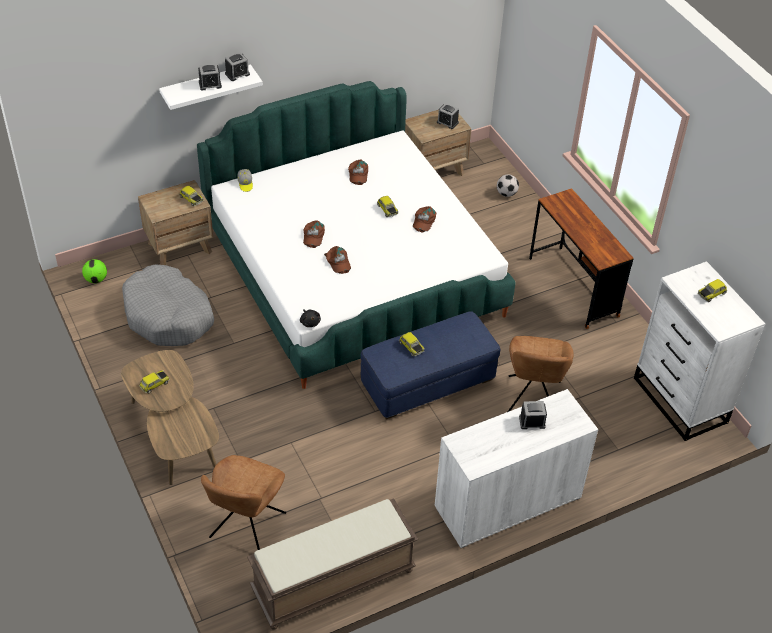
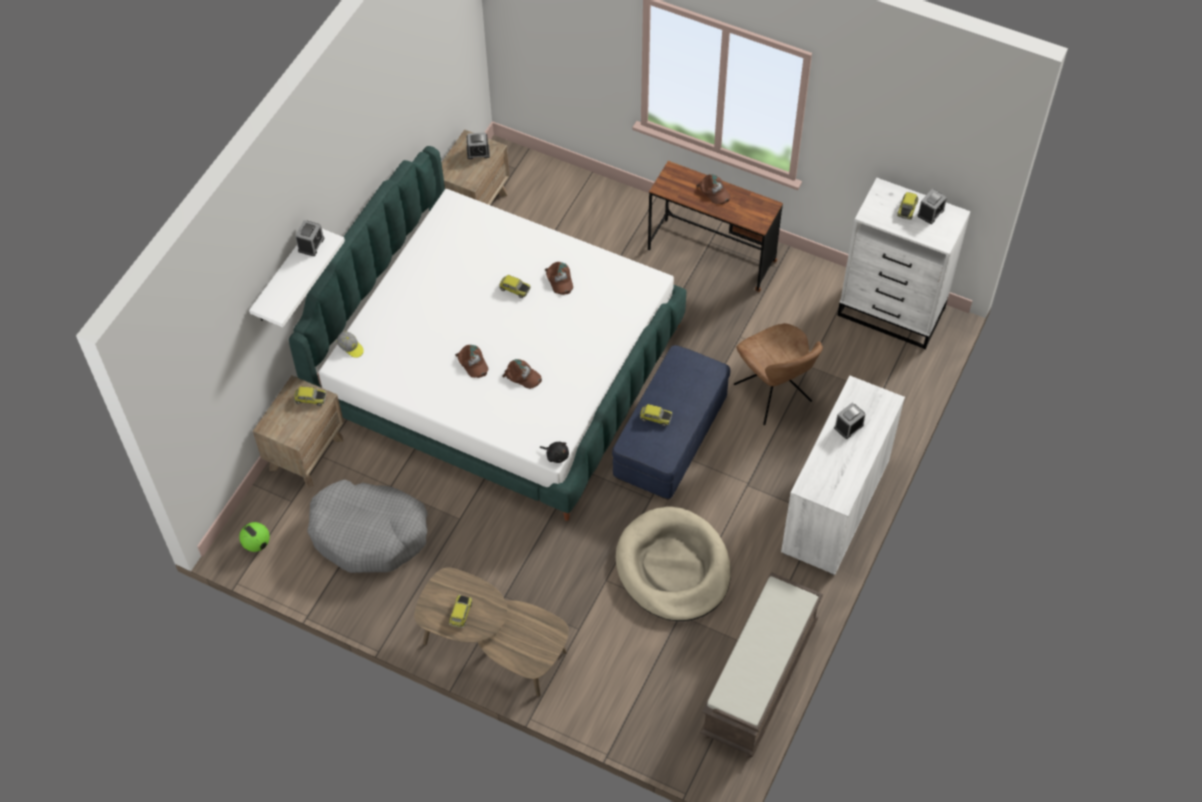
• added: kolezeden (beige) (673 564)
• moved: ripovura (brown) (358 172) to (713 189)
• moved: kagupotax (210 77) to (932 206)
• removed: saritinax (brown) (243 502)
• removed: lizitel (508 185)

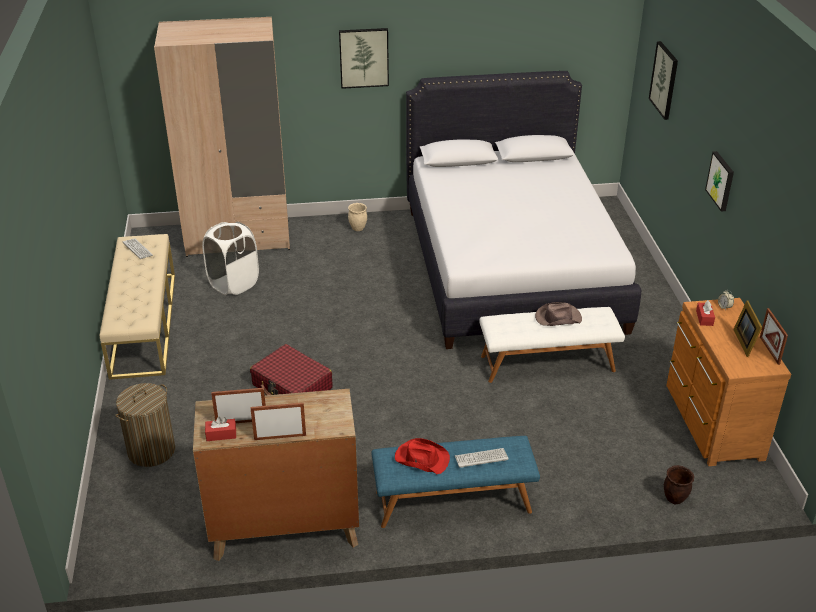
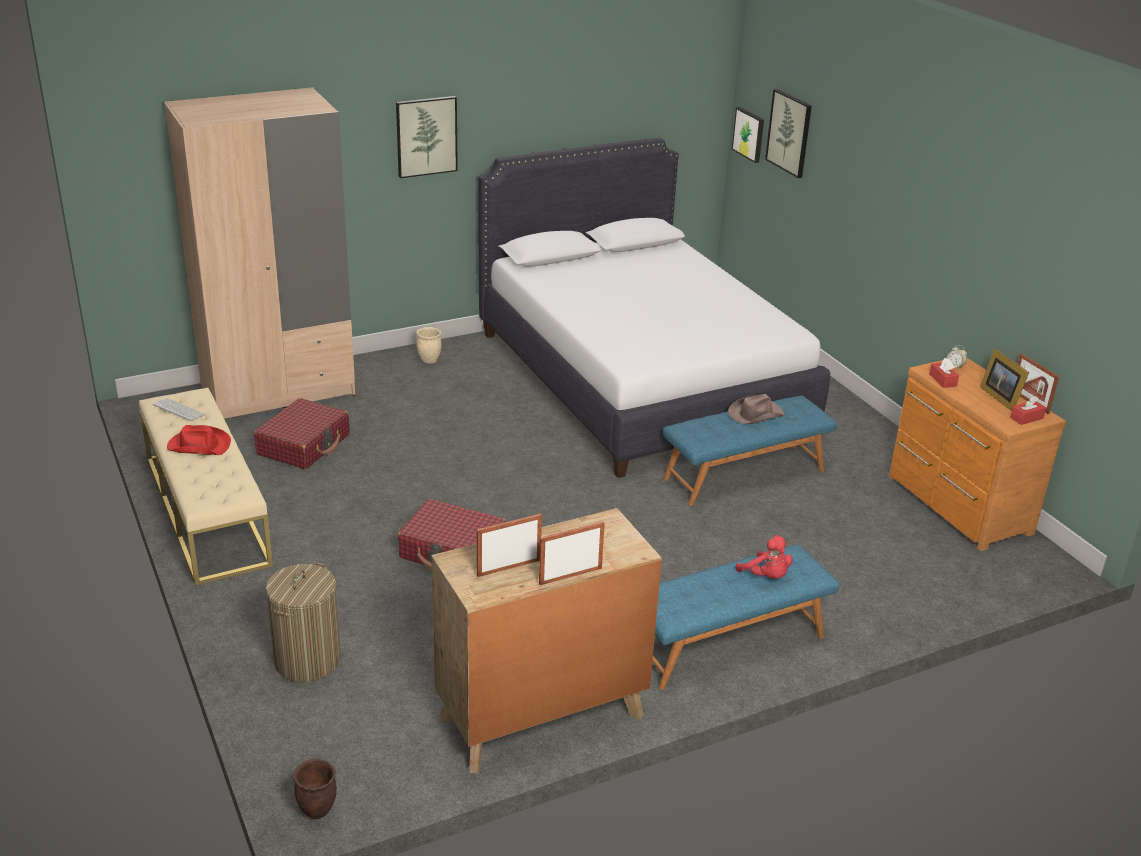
• moved: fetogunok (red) (422 456) to (199 440)
• replaced: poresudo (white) (230 258) to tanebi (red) (301 433)
• moved: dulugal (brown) (679 484) to (315 789)
• recoloured: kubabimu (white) (552 345) to kubabimu (blue) (750 451)
• moved: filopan (719 181) to (748 135)
• replaced: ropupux (481 457) to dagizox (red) (764 557)
• moved: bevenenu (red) (220 429) to (1028 410)

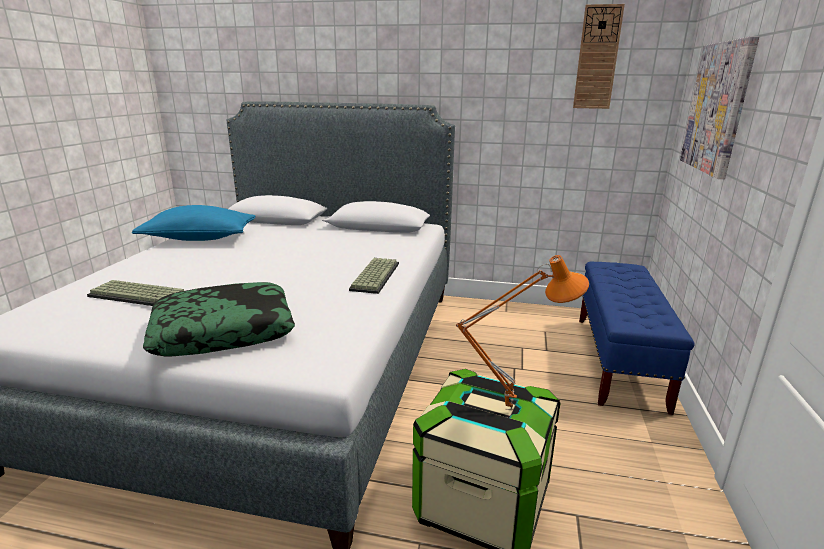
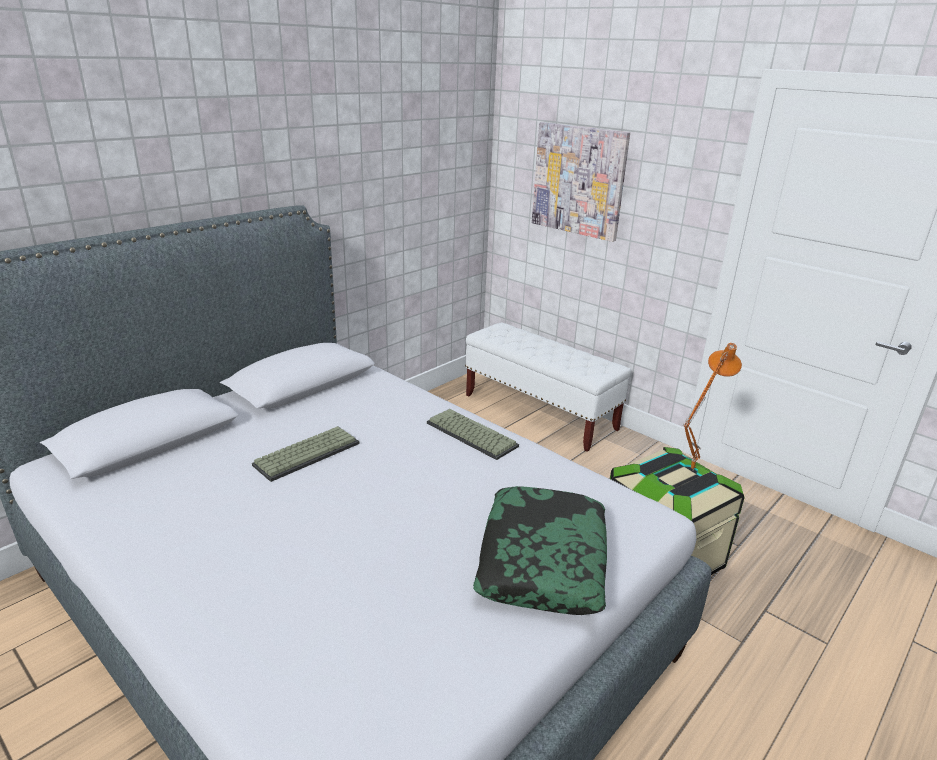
• moved: ropupux (135 293) to (305 454)
• recoloured: kubabimu (blue) (637 338) to kubabimu (white) (548 387)
• removed: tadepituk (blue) (193 223)
• removed: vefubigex (599 56)

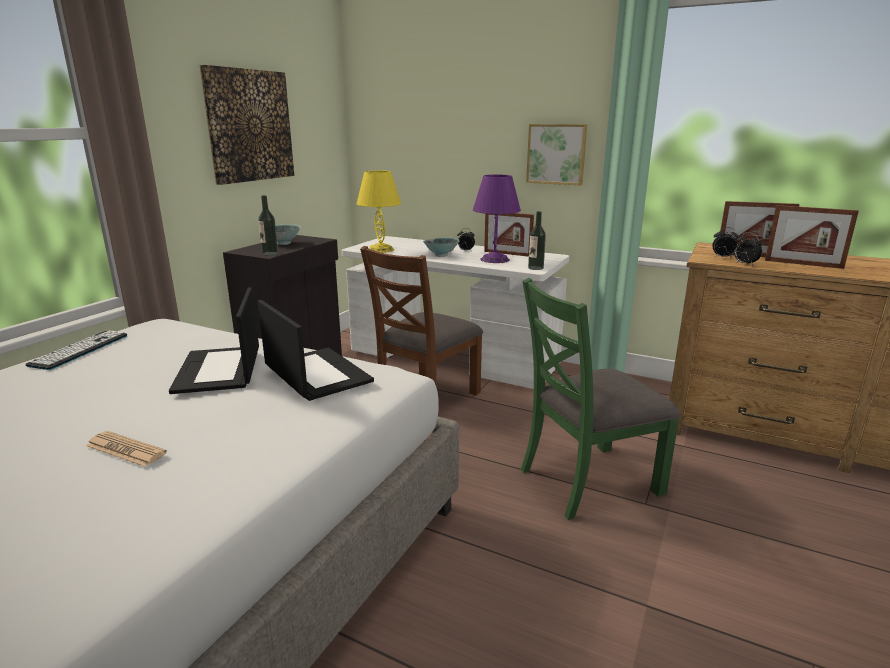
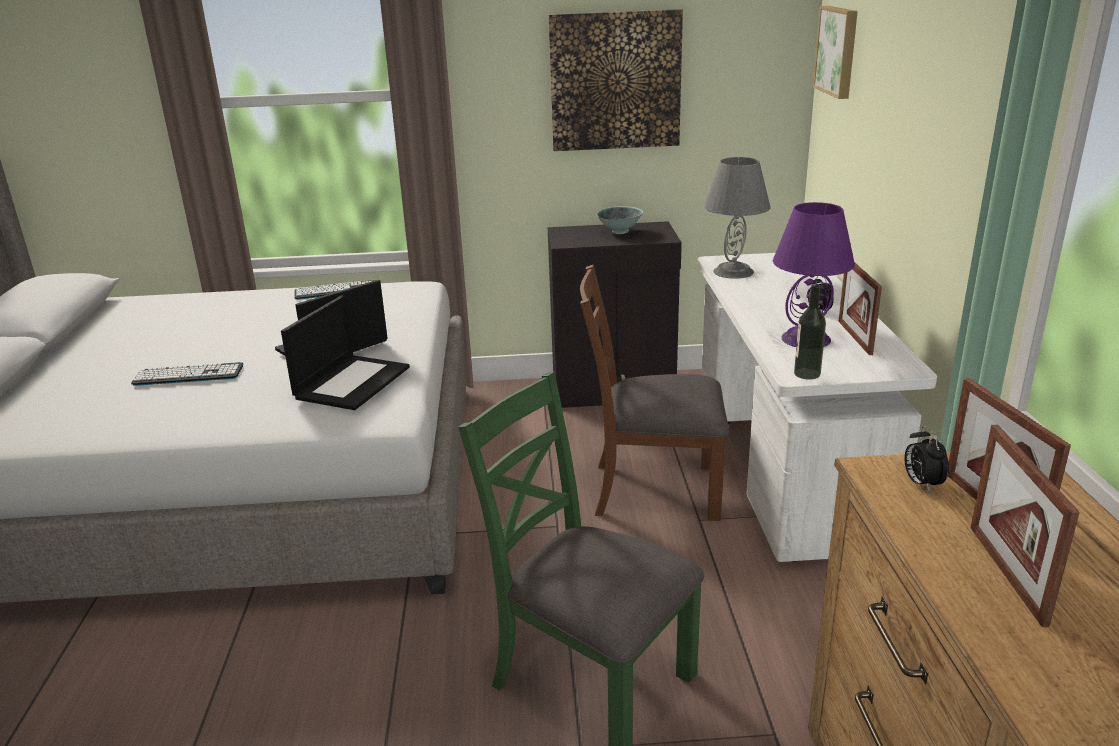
• replaced: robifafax (126 449) to ropupux (187 374)
• recoloured: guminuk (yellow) (379 211) to guminuk (grey) (737 218)
• moved: filopan (556 154) to (835 52)
• removed: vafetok (268 225)
• removed: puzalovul (441 247)
• removed: kagupotax (748 248)

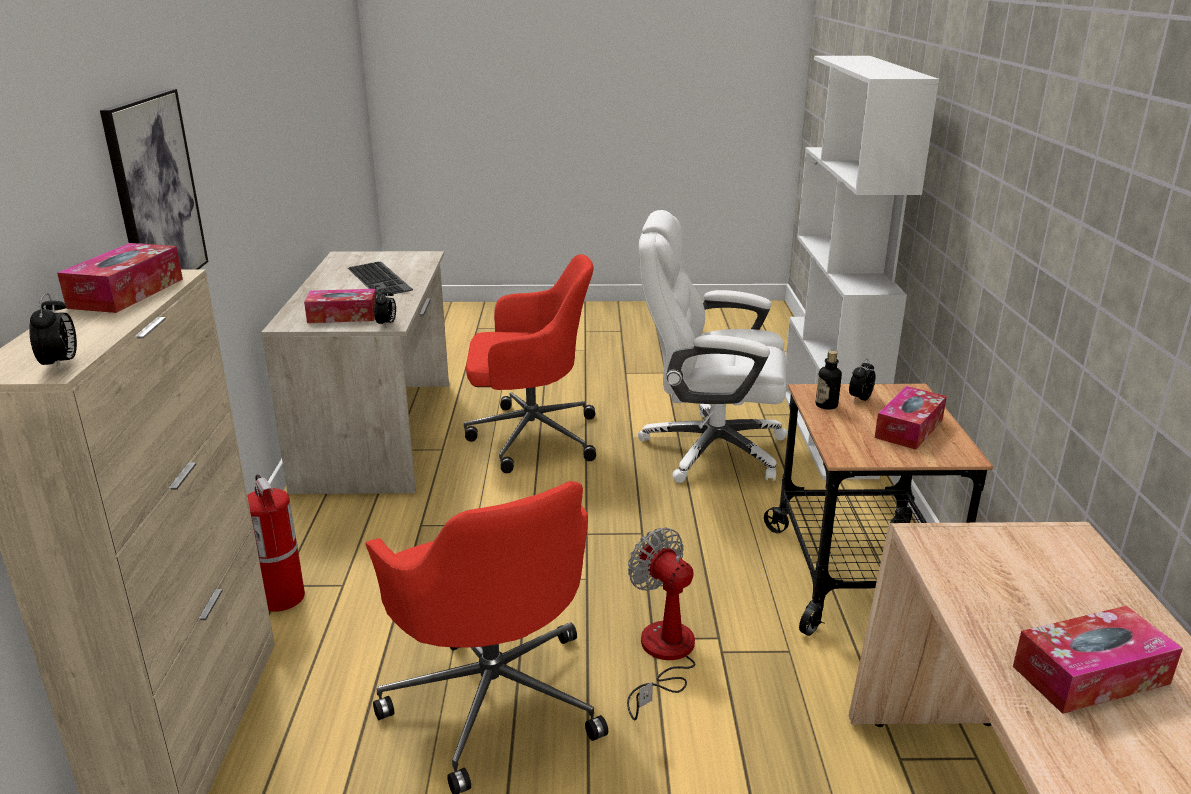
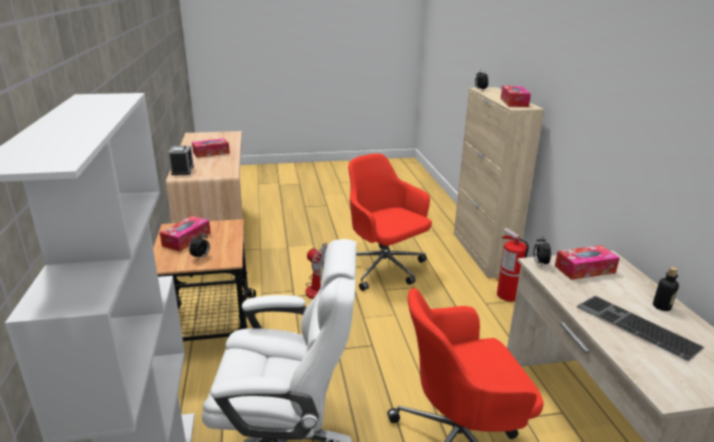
• added: kagupotax (181 160)
• moved: vafetok (829 380) to (666 289)
• removed: filopan (154 179)

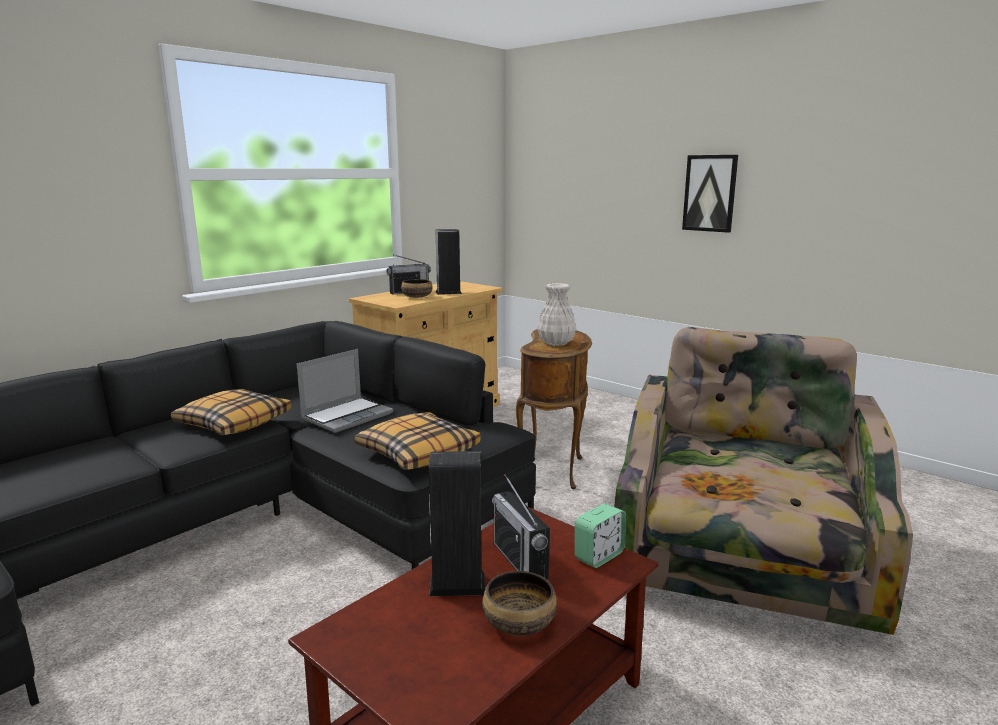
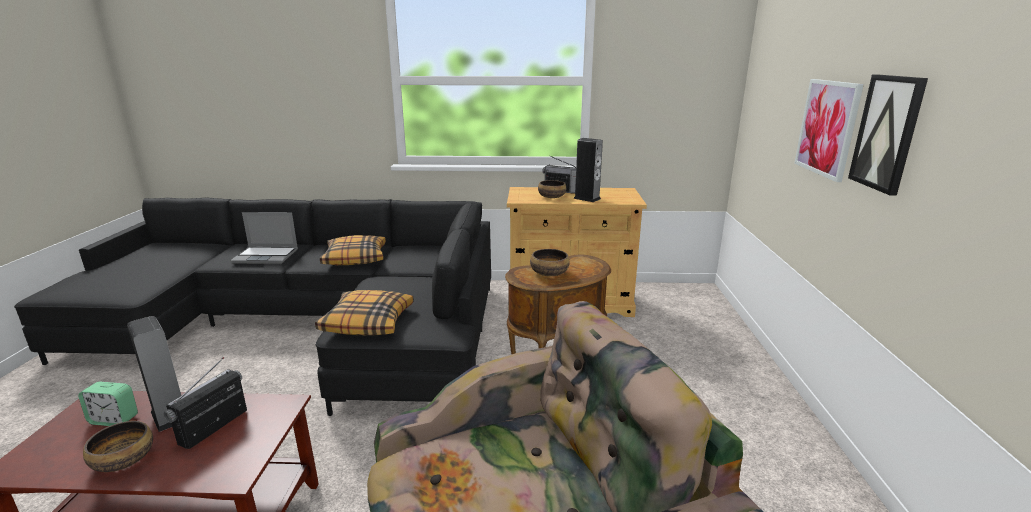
• moved: kagupotax (600 536) to (108 403)
• moved: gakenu (345 391) to (264 238)
• replaced: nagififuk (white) (556 314) to puzalovul (550 262)
• added: filopan (829 130)

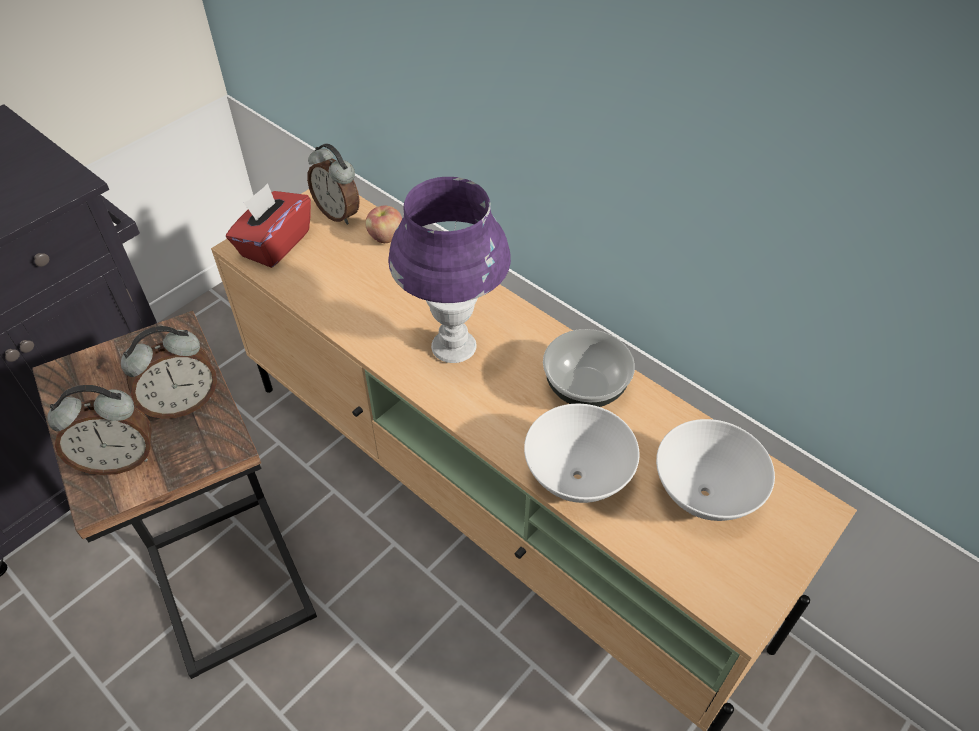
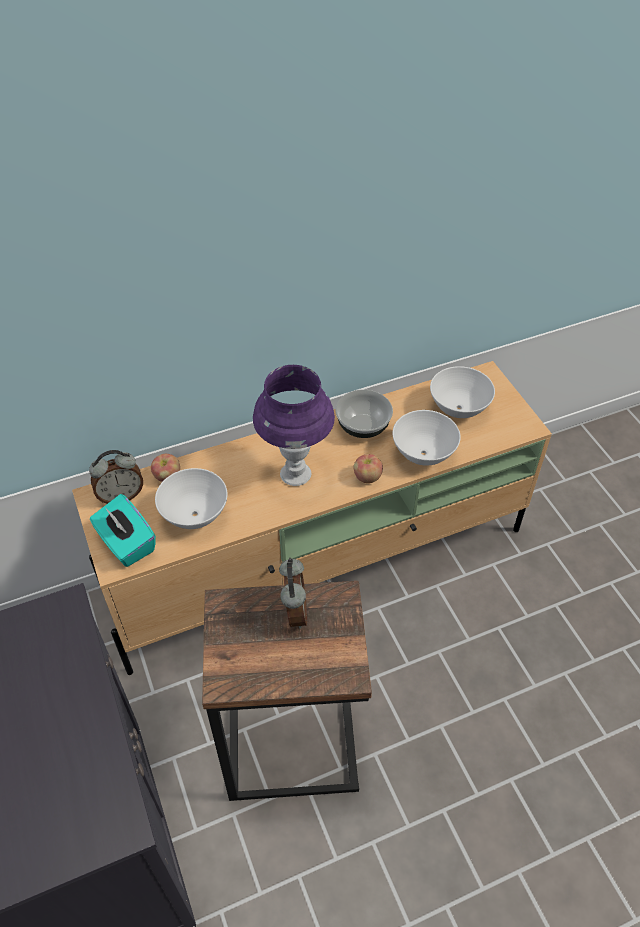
• recoloured: bevenenu (red) (268 225) to bevenenu (turquoise) (123 530)
• added: puzalovul (white) (191 498)
• added: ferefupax (368 468)
• removed: kagupotax (99 430)

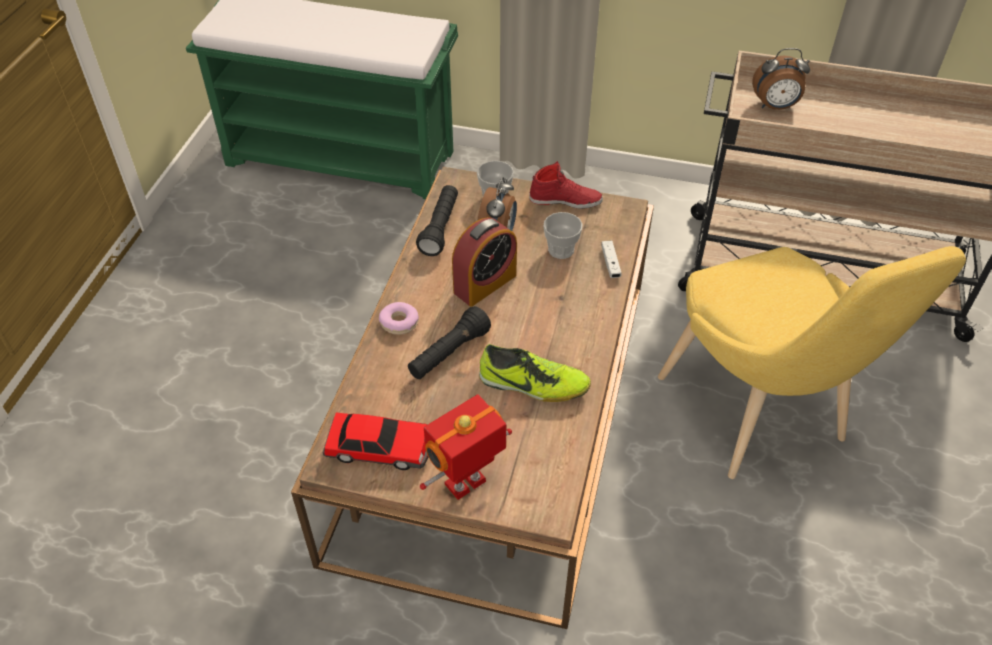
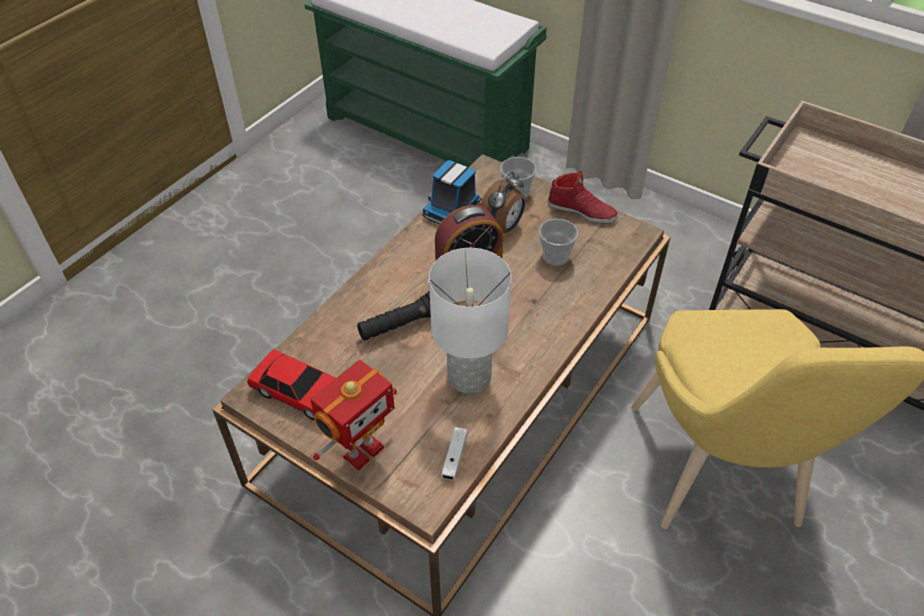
• turned: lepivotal (466 447) = (353 415) 150 degrees clockwise
• replaced: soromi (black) (437 220) to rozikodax (452 192)
• replaced: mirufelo (535 373) to guminuk (white) (470 321)
• moved: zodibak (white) (611 259) to (454 453)
• removed: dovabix (399 318)
• removed: kagupotax (781 79)

